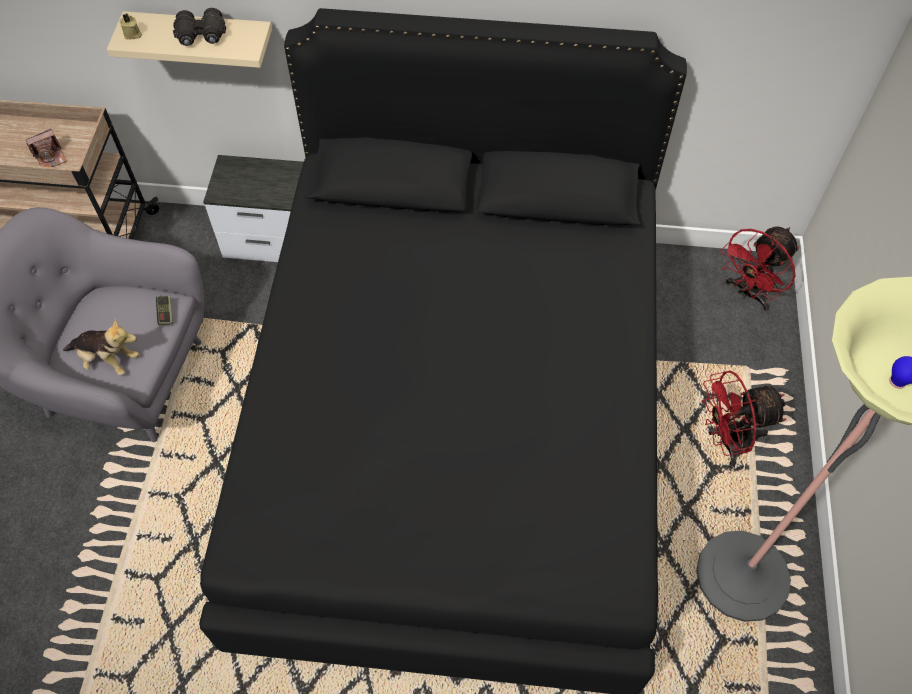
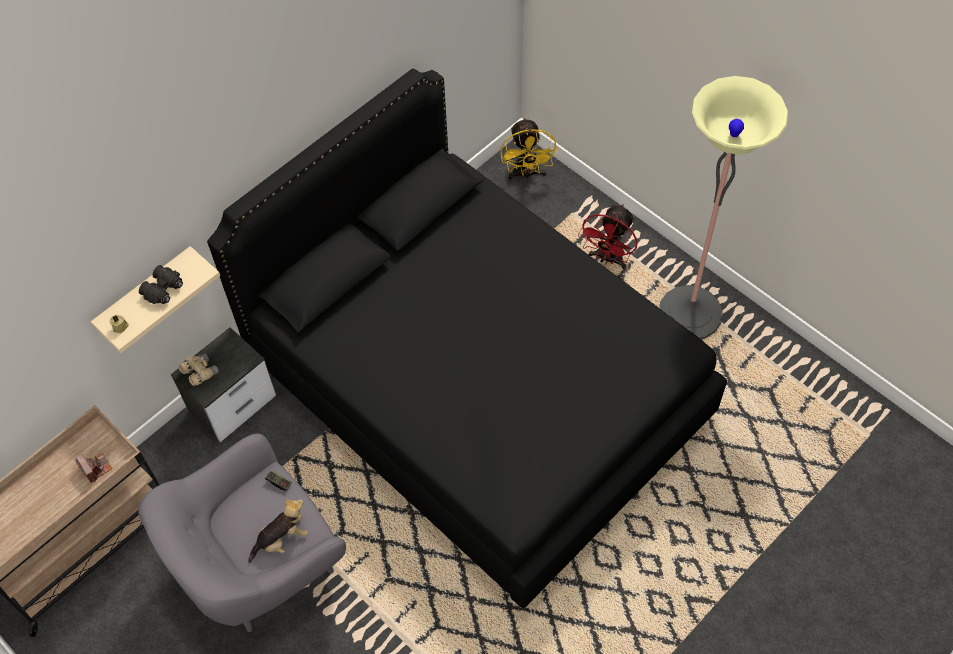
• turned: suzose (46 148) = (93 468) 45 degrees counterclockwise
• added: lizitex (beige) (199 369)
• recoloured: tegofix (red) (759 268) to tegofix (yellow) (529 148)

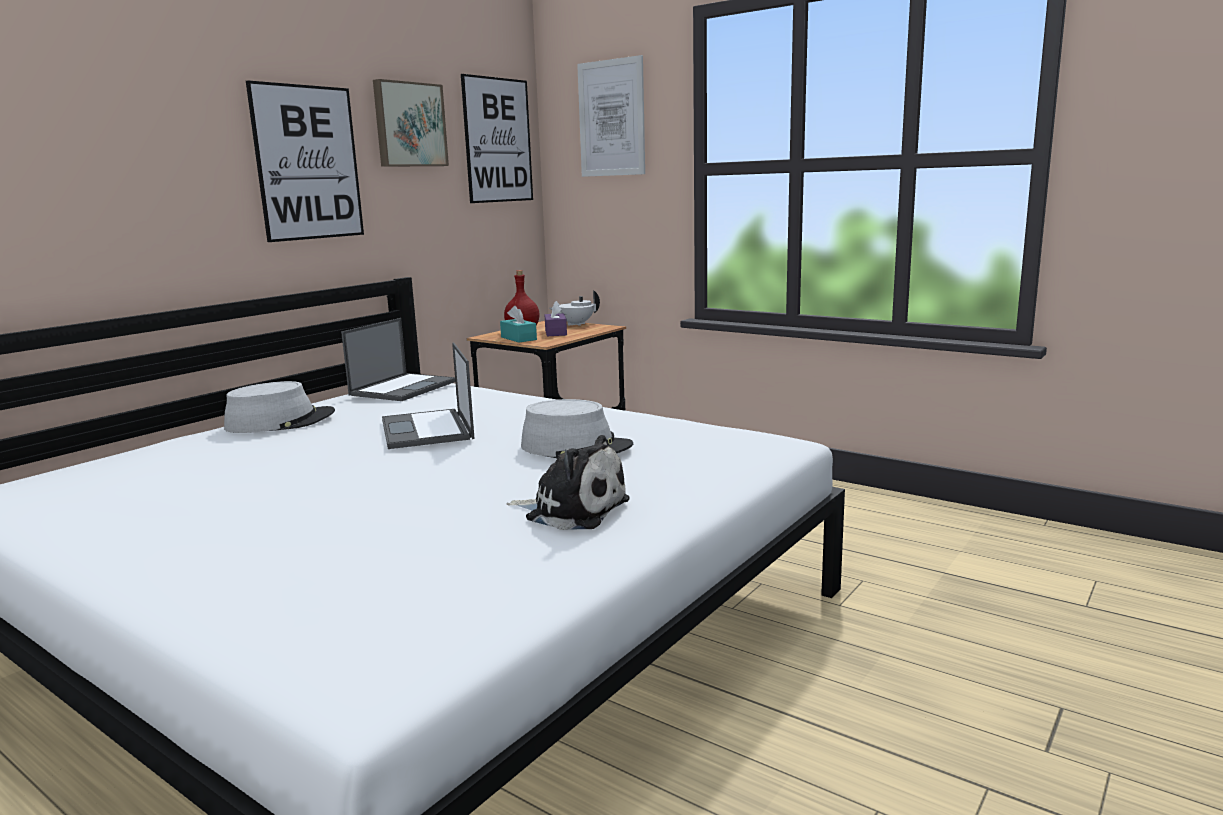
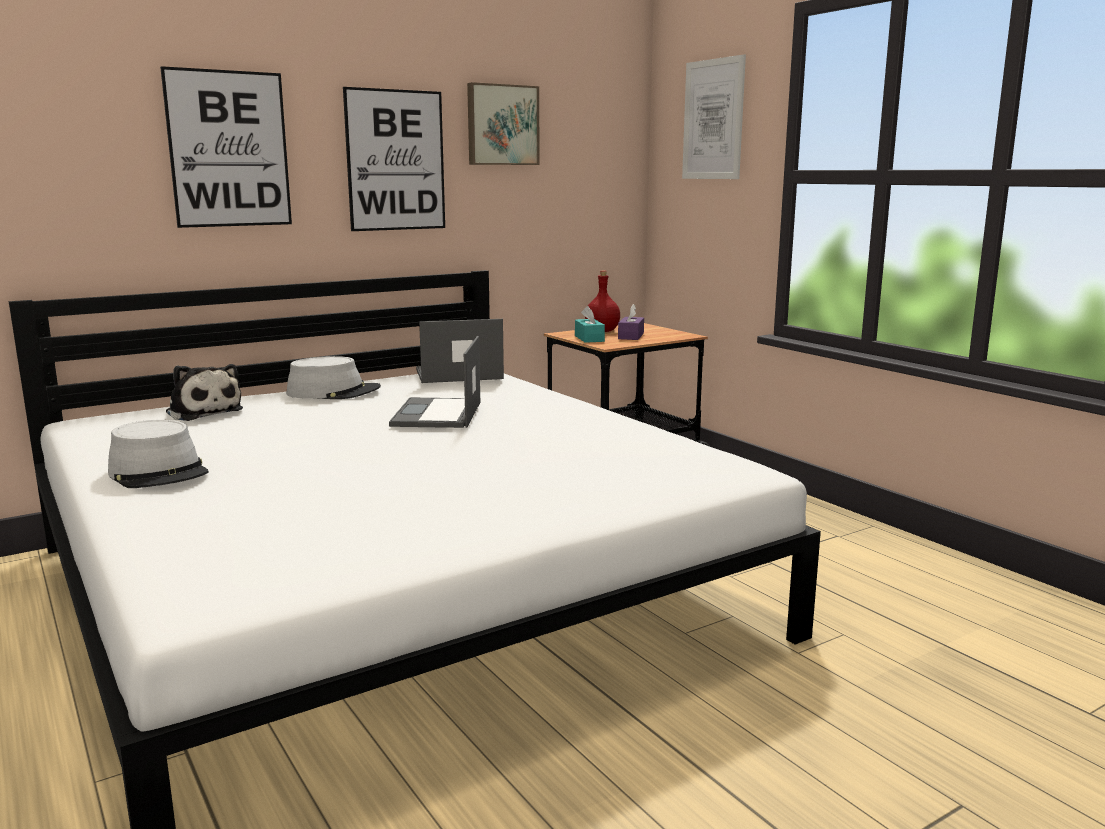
• moved: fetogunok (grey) (577 428) to (158 454)
• moved: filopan (497 138) to (226 147)
• moved: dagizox (567 482) to (204 392)
• turned: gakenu (398 359) = (460 351) 150 degrees counterclockwise
• removed: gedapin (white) (575 308)

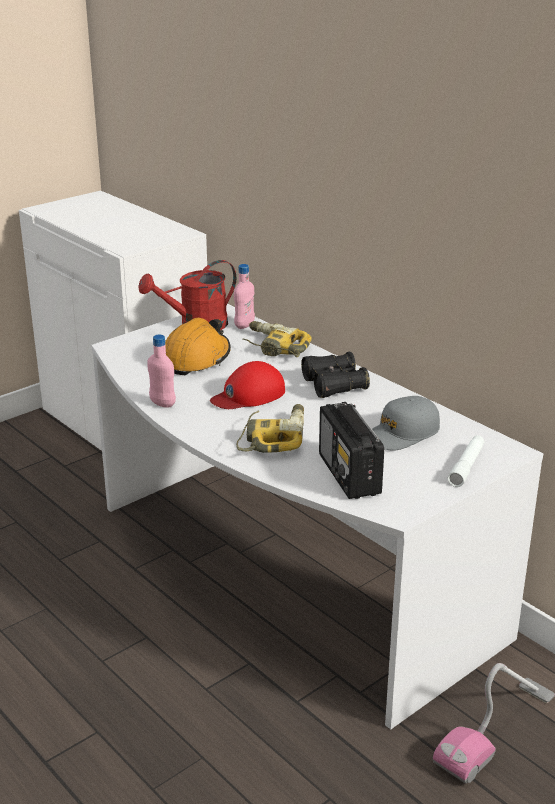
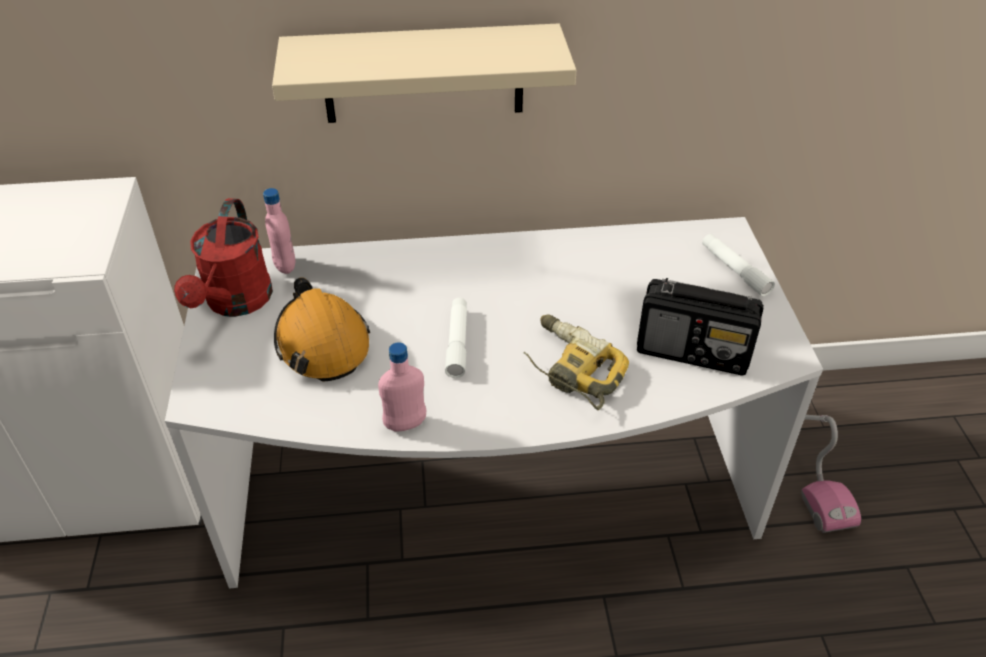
• added: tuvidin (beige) (424 73)
• replaced: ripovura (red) (247 385) to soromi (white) (456 338)
• removed: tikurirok (277 339)
• removed: lizitex (black) (335 375)
• removed: ripovura (grey) (406 423)

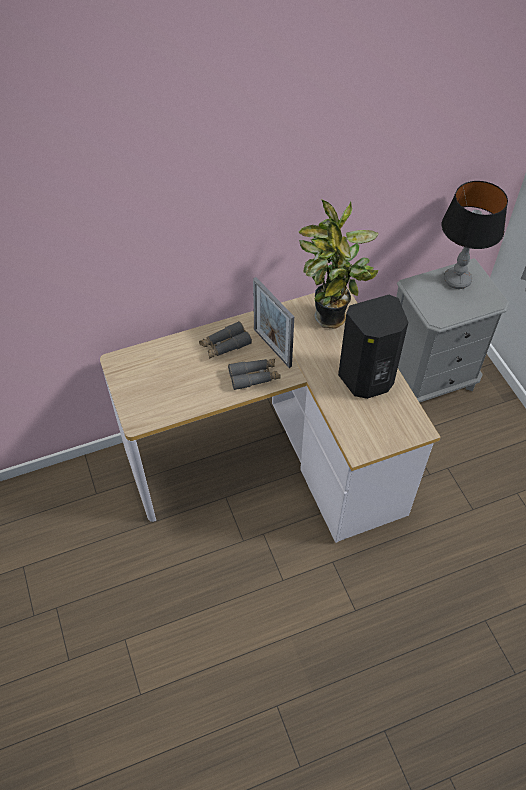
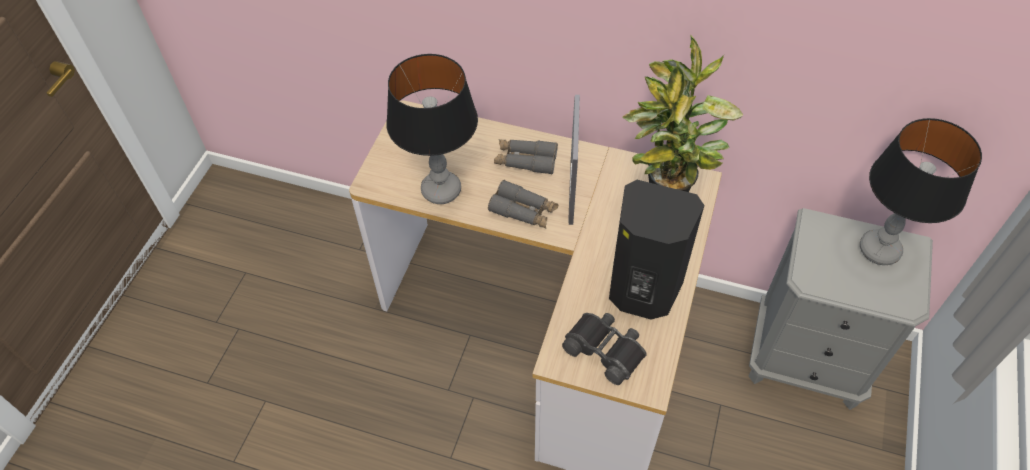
• added: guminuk (432 129)
• added: lizitex (black) (604 349)

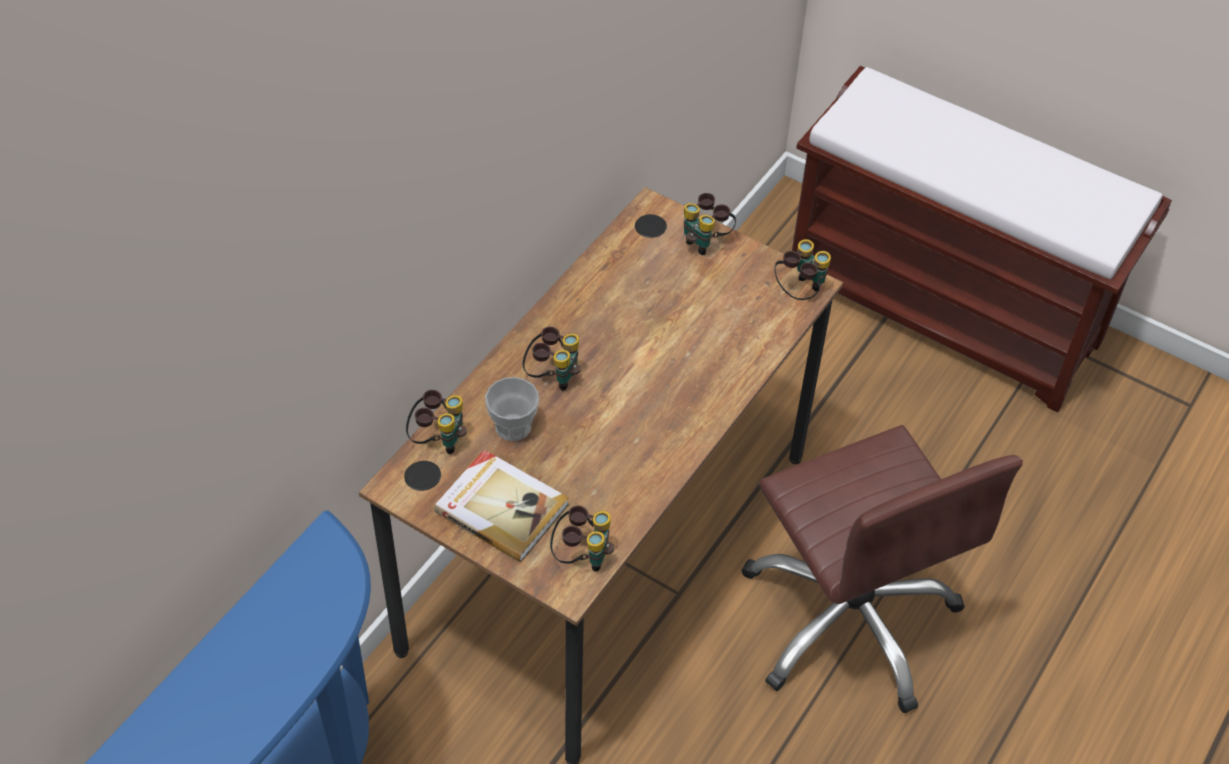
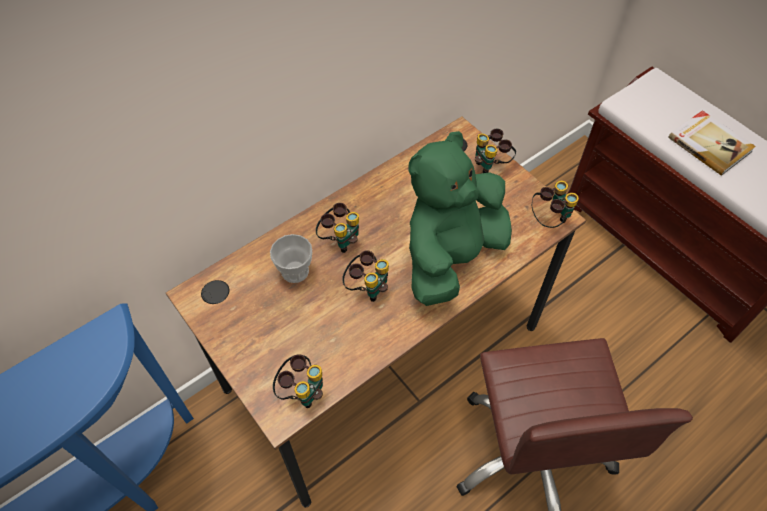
• moved: lizitex (436 422) to (365 276)
• added: dagizox (green) (460 218)
• moved: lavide (501 506) to (712 143)

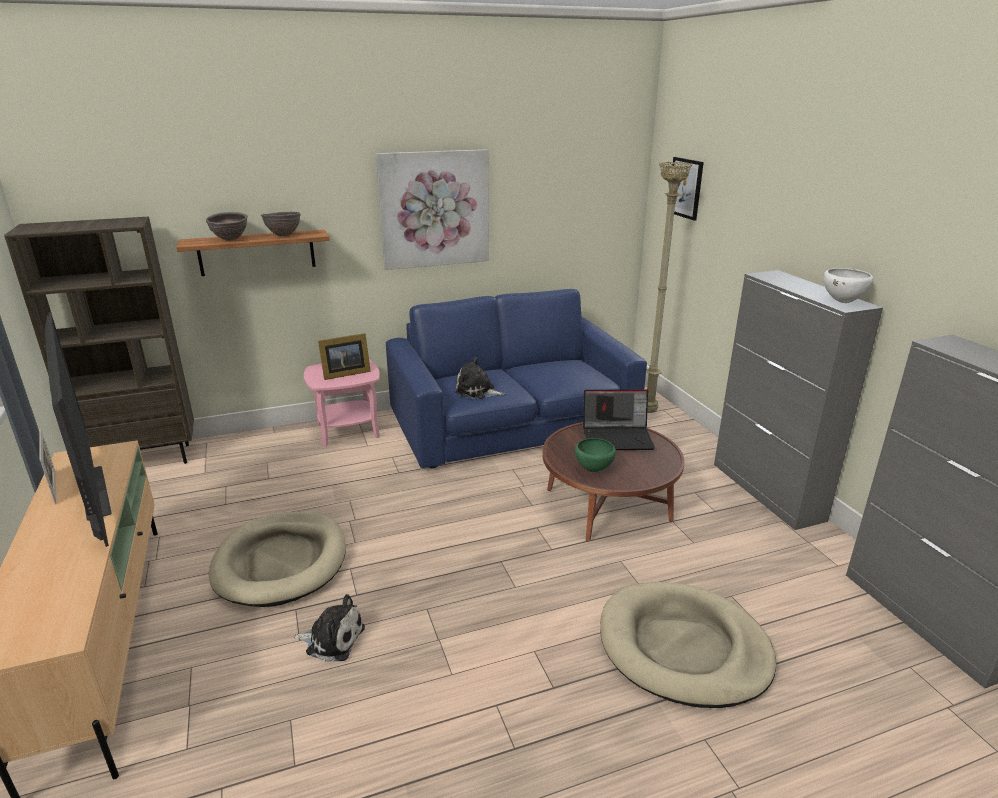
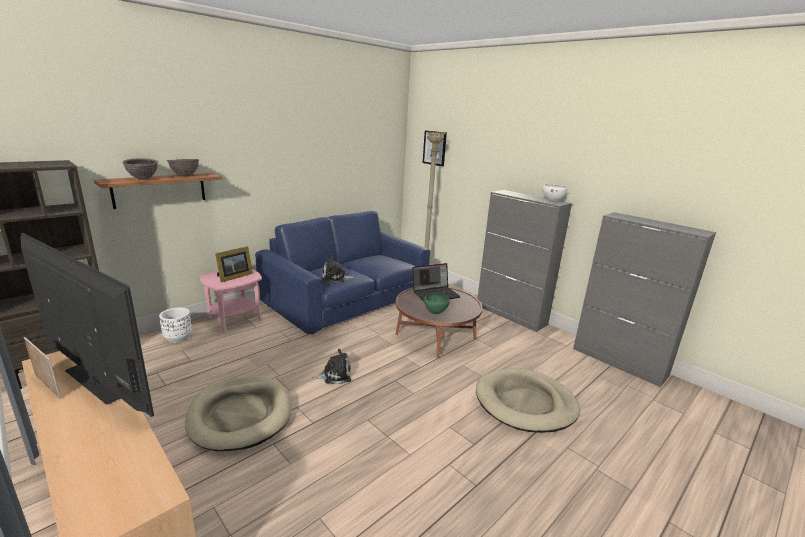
• added: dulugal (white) (175 325)
• moved: dagizox (329 628) to (331 366)
• removed: filopan (432 209)

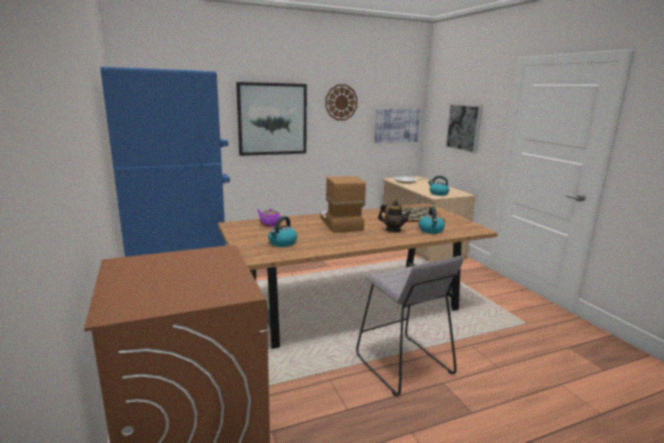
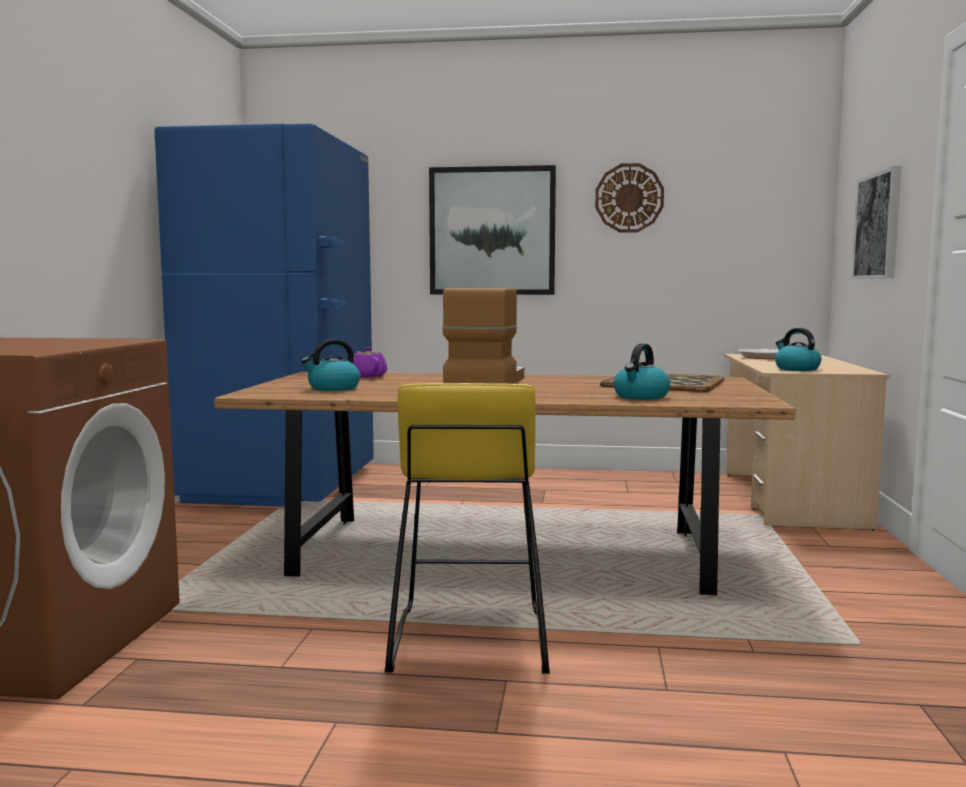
• recoloured: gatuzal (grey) (409 326) to gatuzal (yellow) (467 528)
• removed: filopan (397 126)
• removed: gedapin (394 216)

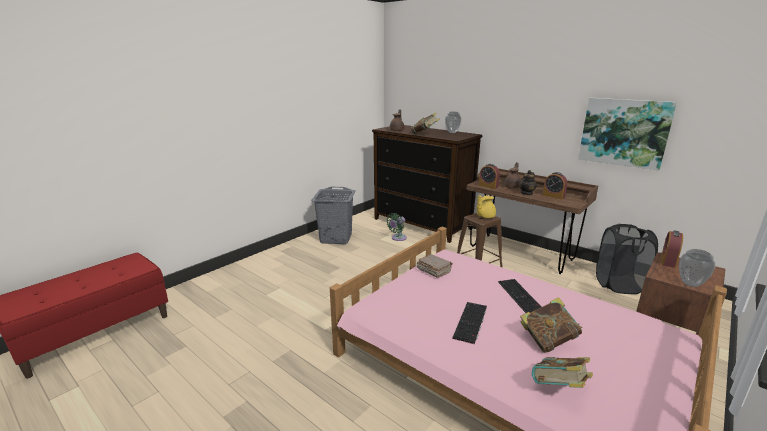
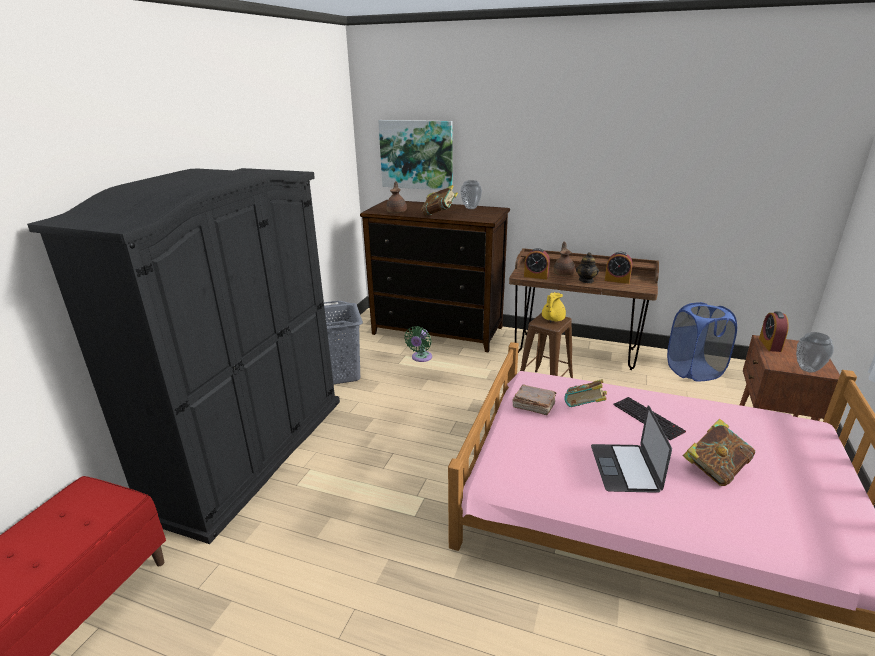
• added: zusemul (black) (183 356)
• moved: filopan (627 134) to (415 155)
• moved: lavide (562 372) to (585 393)
• replaced: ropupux (469 323) to gakenu (631 449)
• recoloured: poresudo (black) (627 259) to poresudo (blue) (702 342)

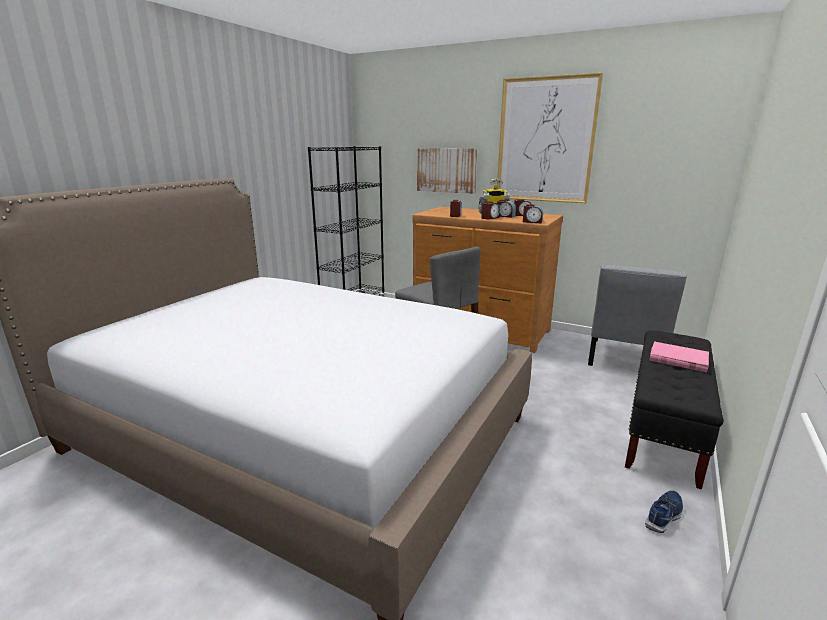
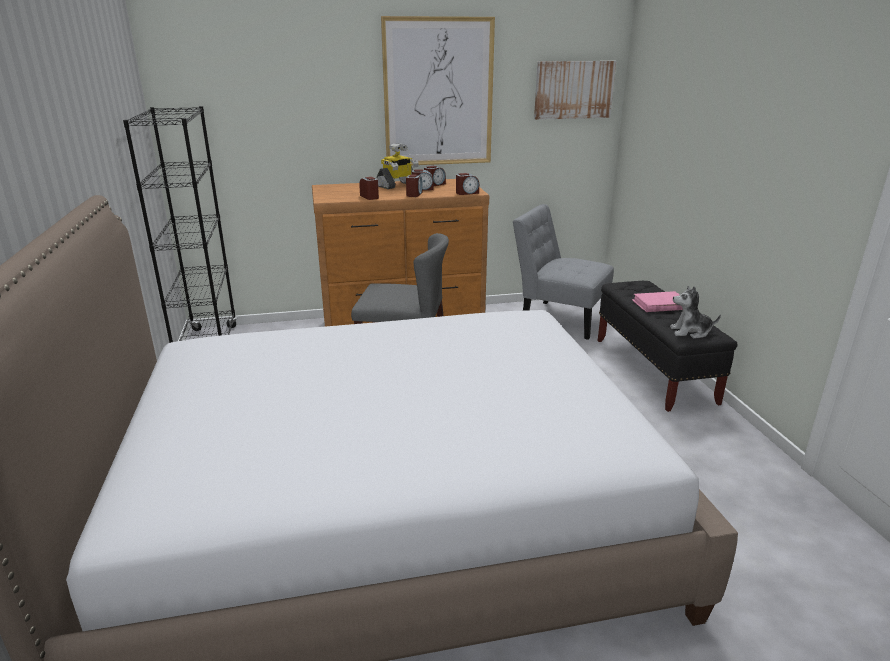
• turned: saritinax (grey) (637 315) = (563 272) 135 degrees clockwise
• moved: filopan (447 171) to (575 90)
• added: dagizox (695 312)
• removed: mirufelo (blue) (664 512)

